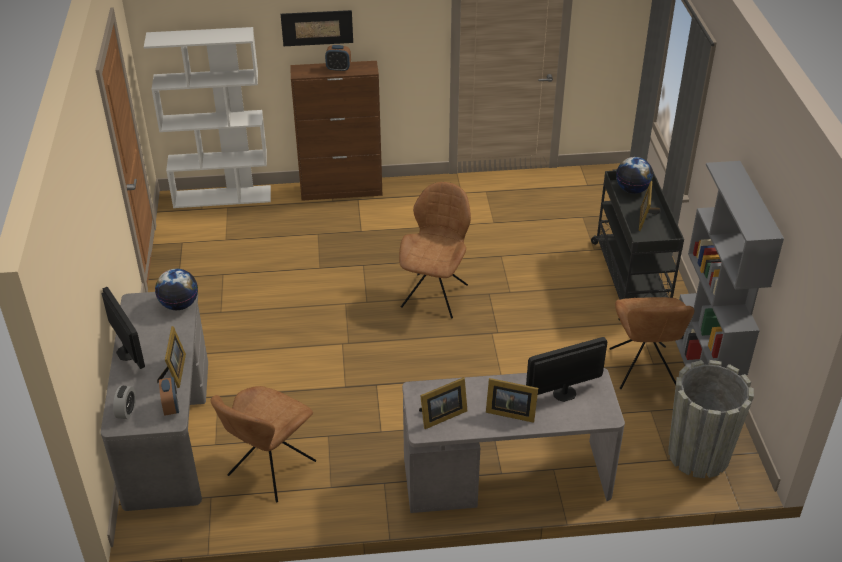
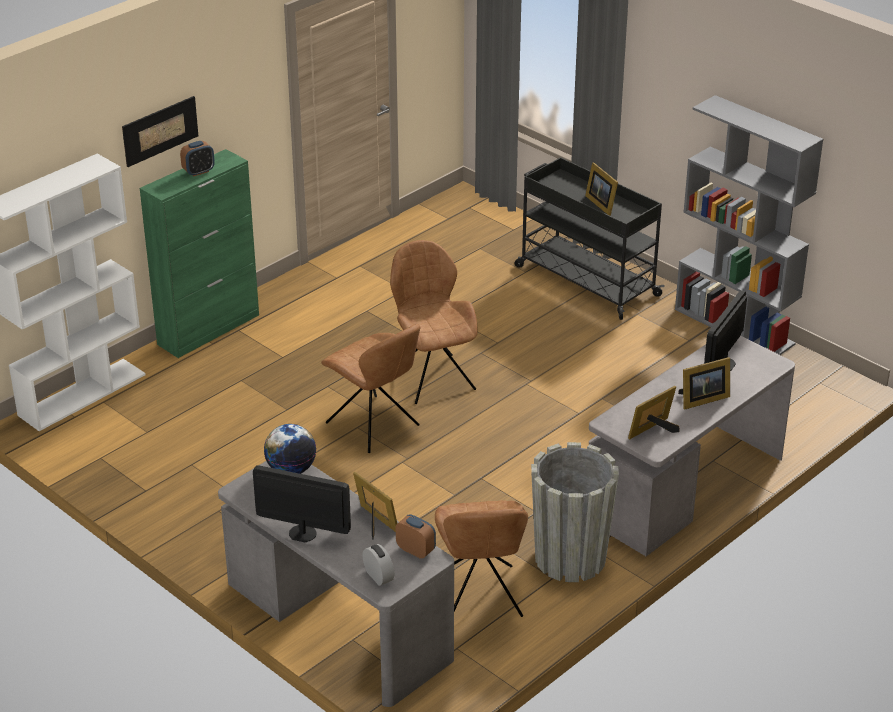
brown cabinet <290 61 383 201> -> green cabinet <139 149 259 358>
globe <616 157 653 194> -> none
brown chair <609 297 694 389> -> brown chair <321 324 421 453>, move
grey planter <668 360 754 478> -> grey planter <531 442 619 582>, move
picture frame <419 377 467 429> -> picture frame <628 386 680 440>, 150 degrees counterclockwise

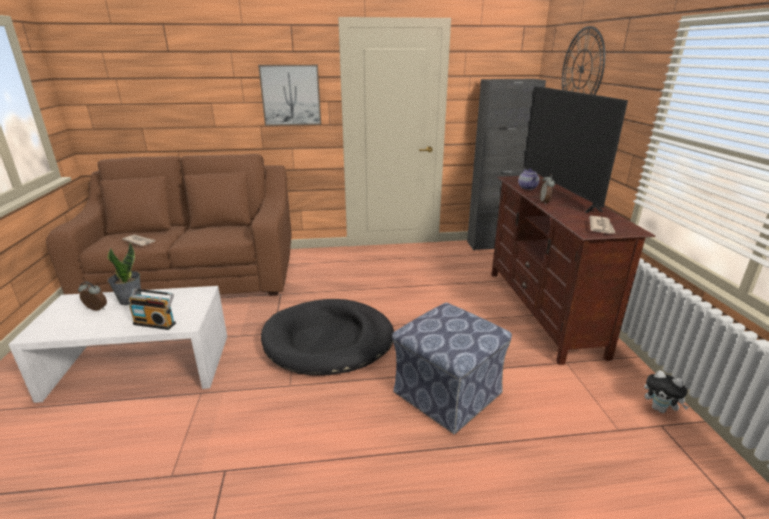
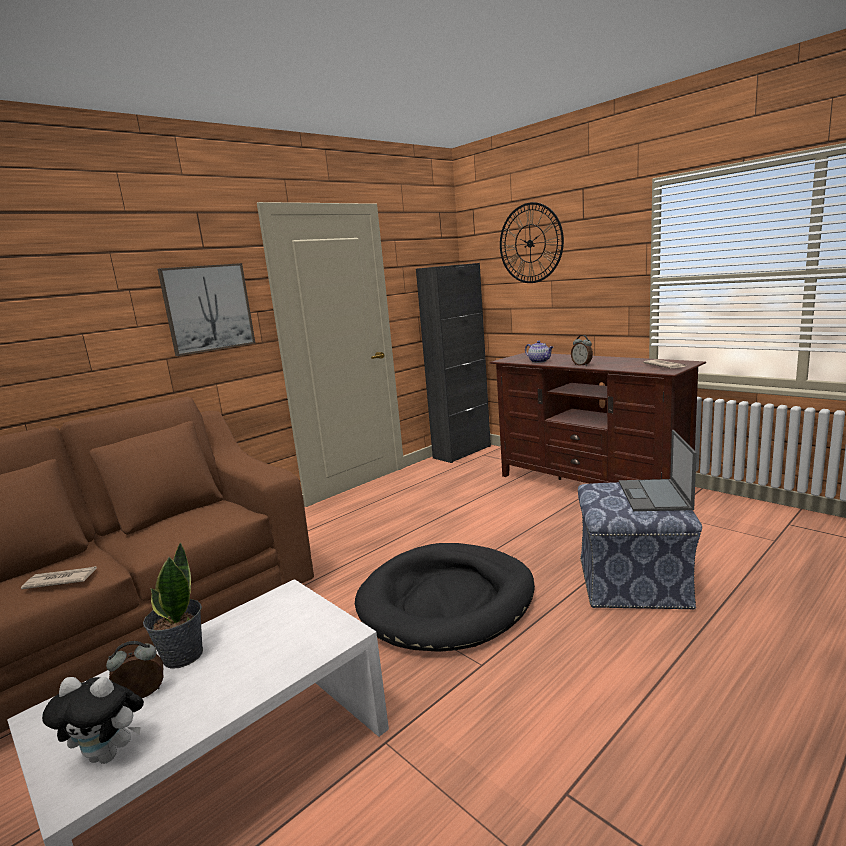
television <524 86 628 213> -> none
radio <129 288 176 330> -> none
plush toy <644 370 689 413> -> plush toy <42 677 144 764>, move
none -> laptop <619 430 697 511>

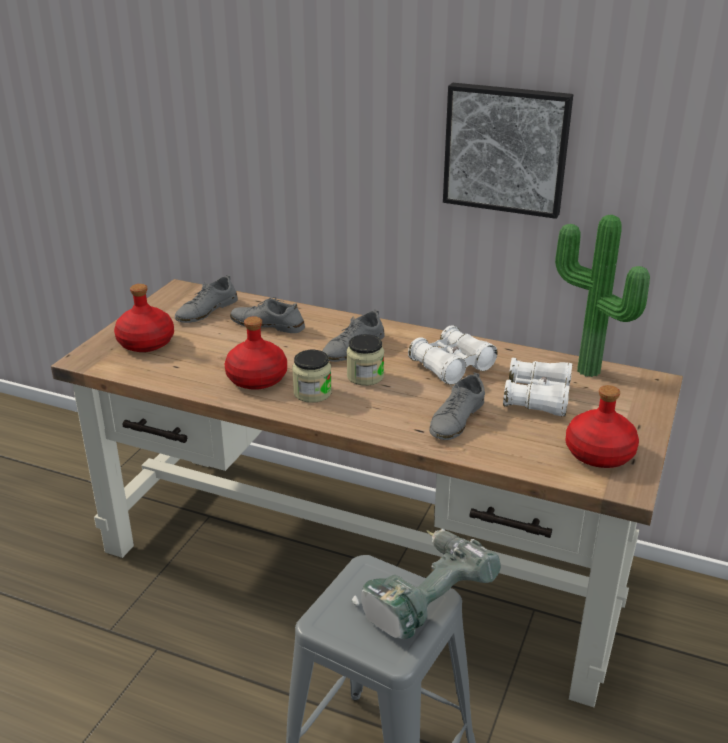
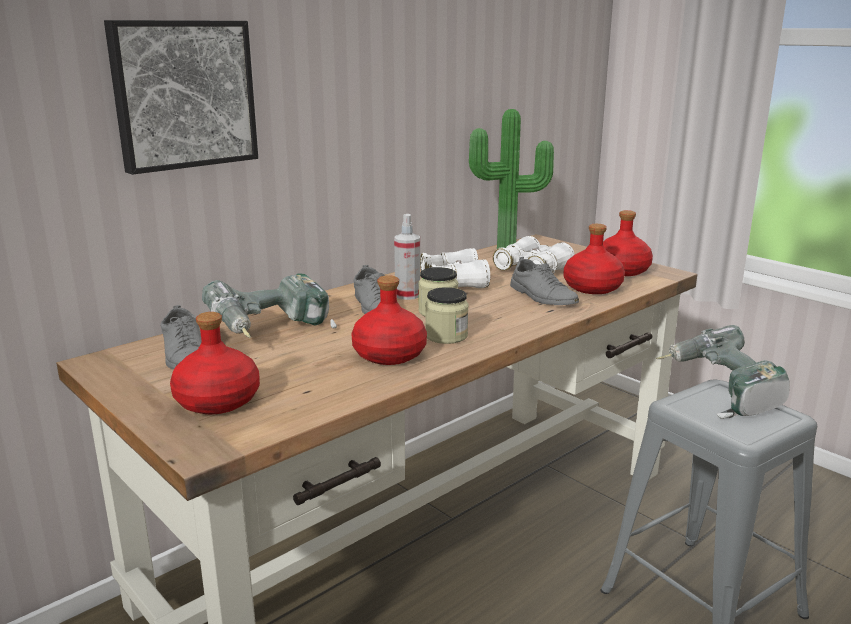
picture <443 83 573 219> -> picture <104 20 258 175>, move
grey shoe <230 297 305 333> -> power drill <202 273 337 338>
none -> spray bottle <394 214 420 300>
none -> red bottle <564 224 625 294>

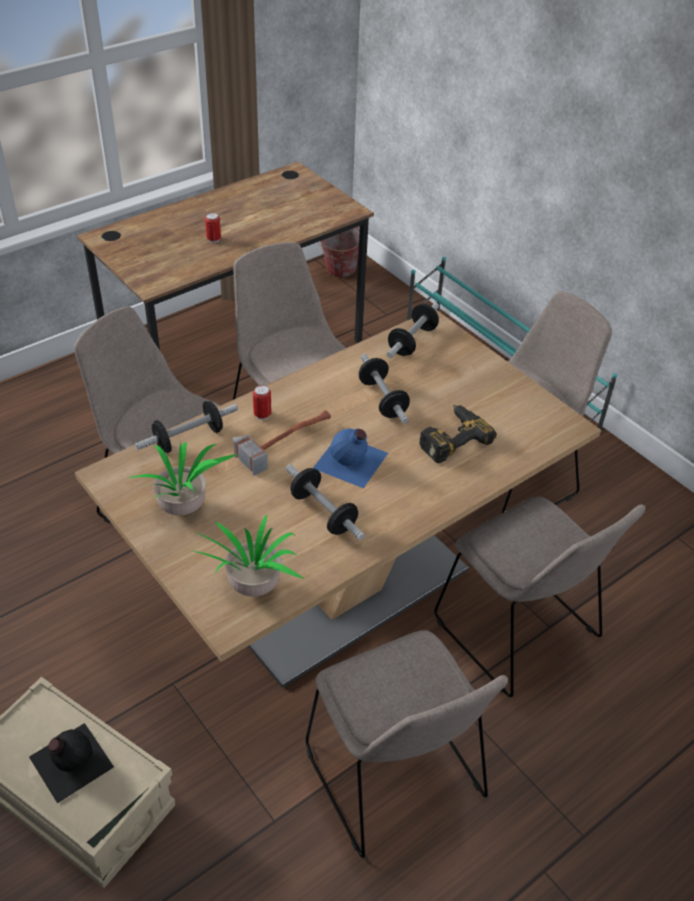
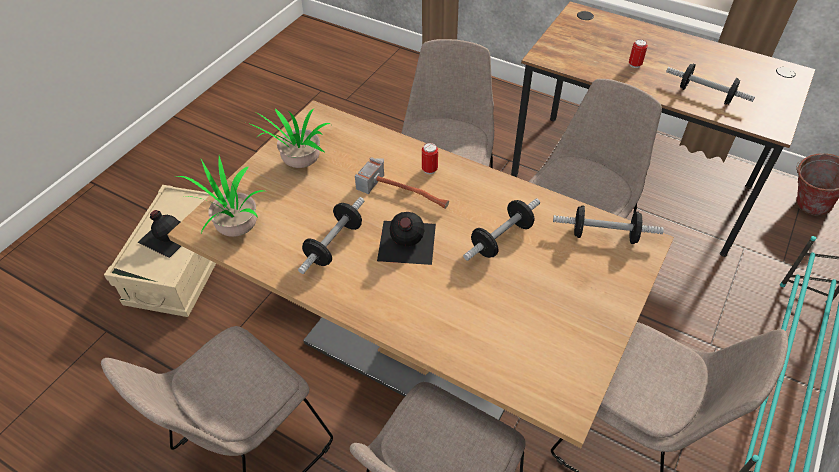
dumbbell <135 401 238 453> -> dumbbell <666 64 755 105>, move
power drill <419 405 497 463> -> none
blue bottle <313 428 388 488> -> black bottle <377 212 436 265>

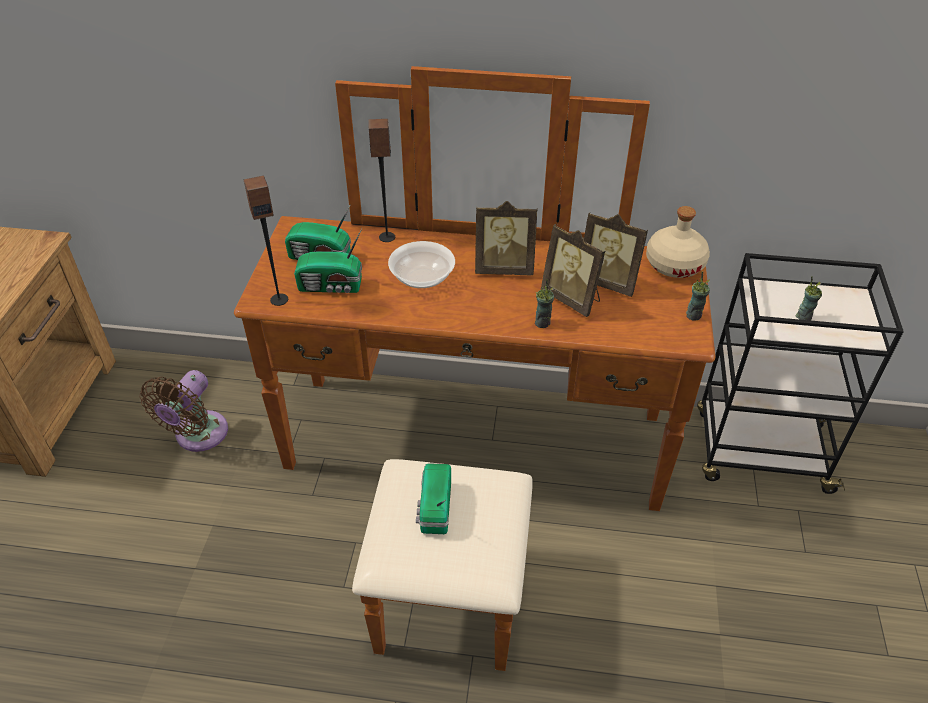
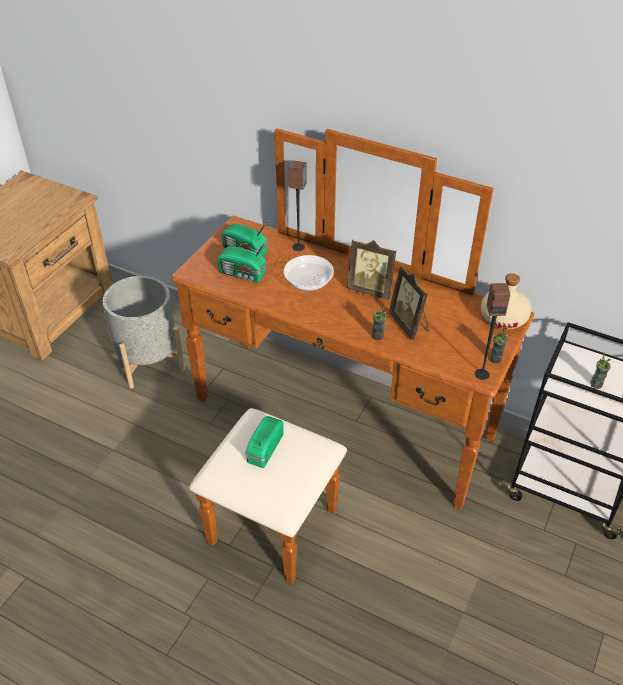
speaker <244 175 288 306> -> speaker <475 283 510 380>, move
picture frame <584 212 648 297> -> none
brown fan <140 370 228 452> -> grey planter <103 276 185 388>

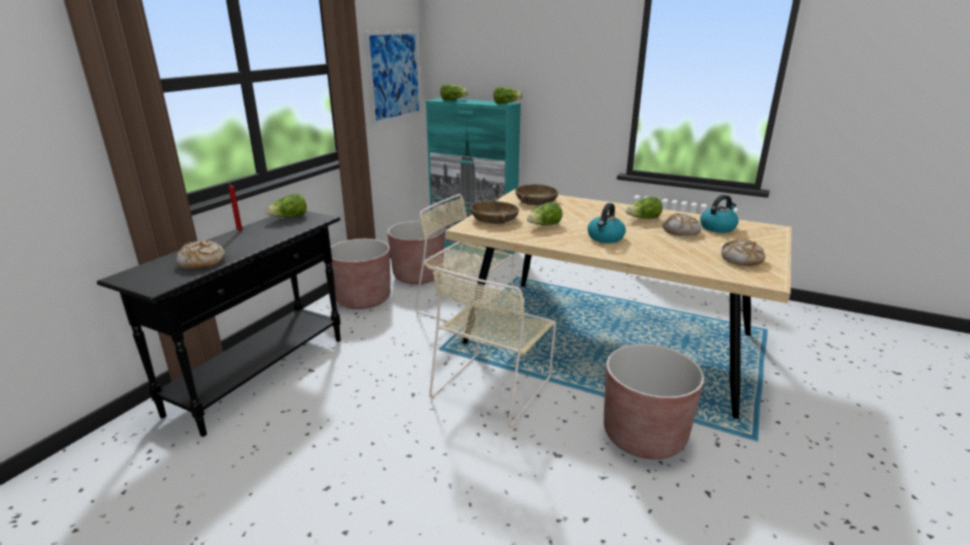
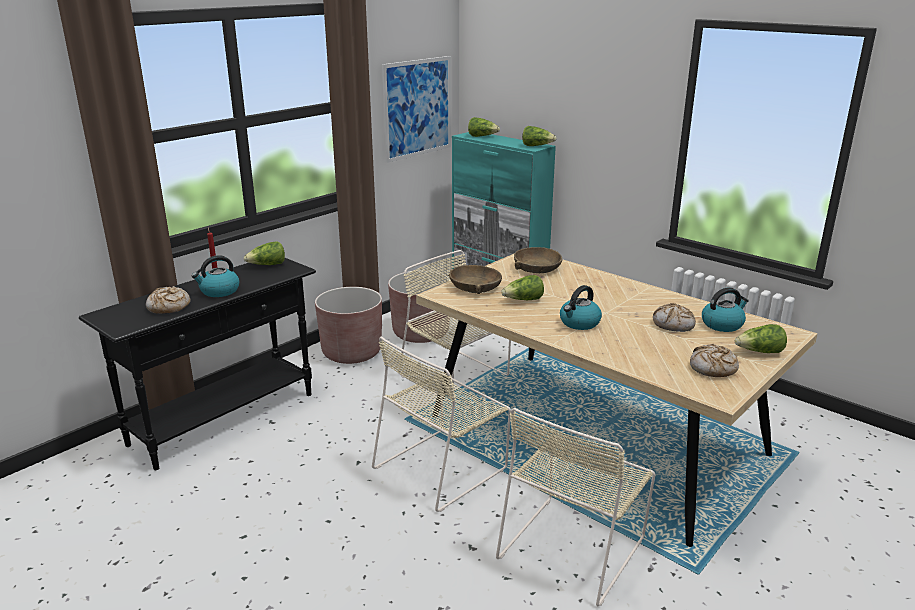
lettuce <626 197 663 219> -> lettuce <735 324 787 353>, move
brown planter <604 344 704 459> -> beige chair <496 408 656 606>
none -> kettle <191 255 240 297>

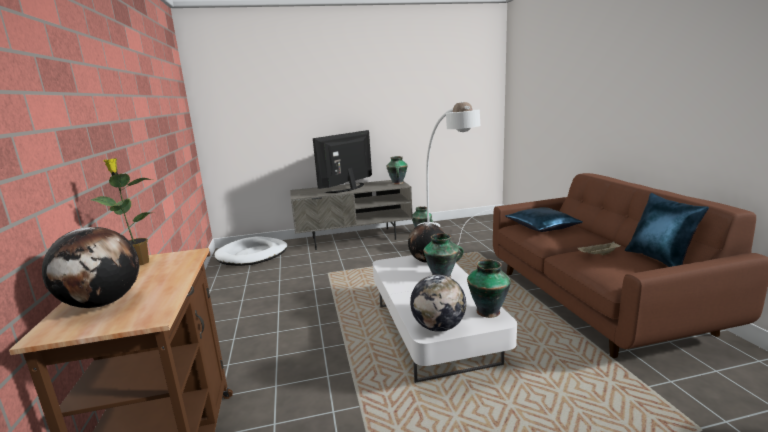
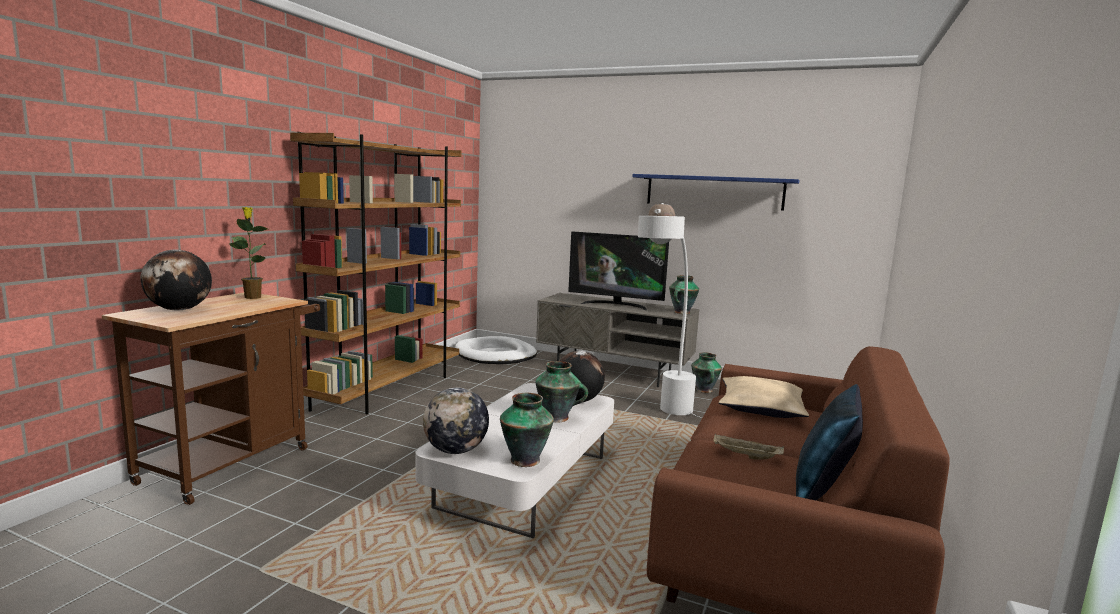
television <313 130 372 193> -> television <568 231 669 310>, 150 degrees counterclockwise
blue pillow <505 207 583 232> -> beige pillow <719 376 809 418>
none -> brown bookcase <290 132 462 415>
none -> blue shelf <632 174 800 211>

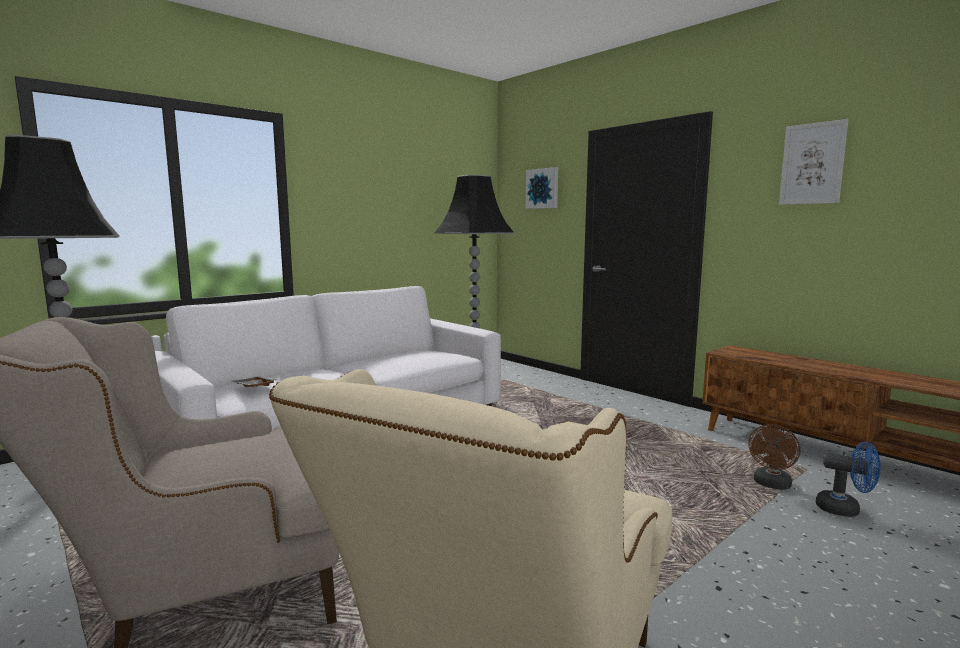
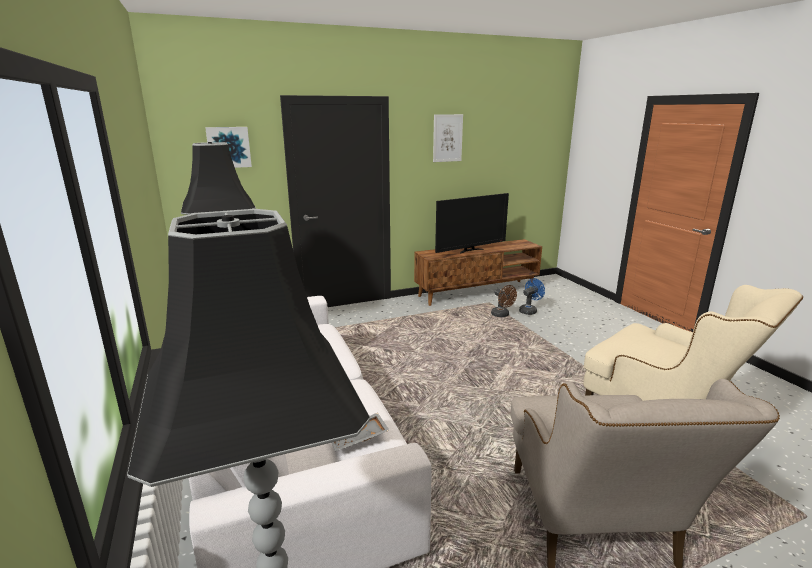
none -> television <435 193 509 254>

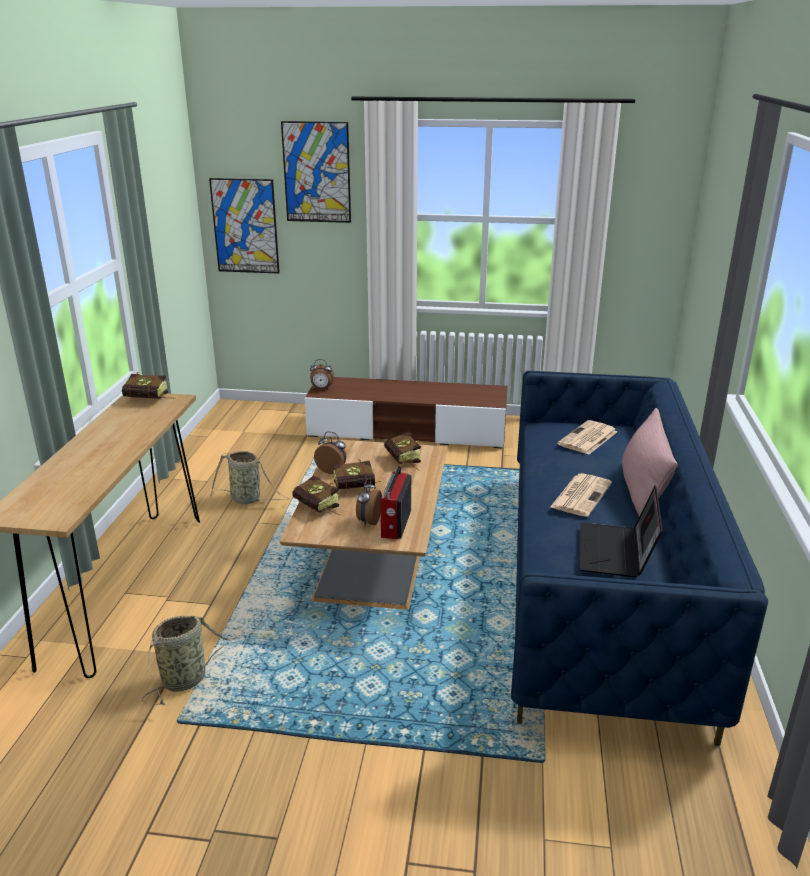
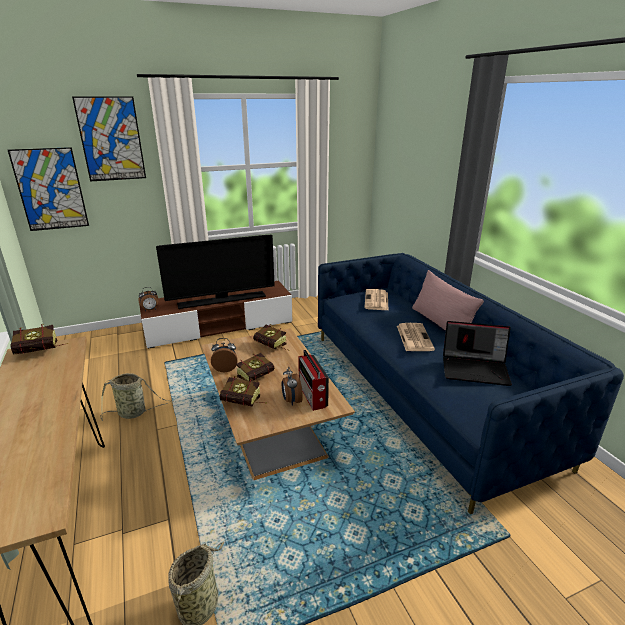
laptop <579 486 663 577> -> laptop <443 321 512 386>, 60 degrees counterclockwise
none -> television <156 235 275 309>

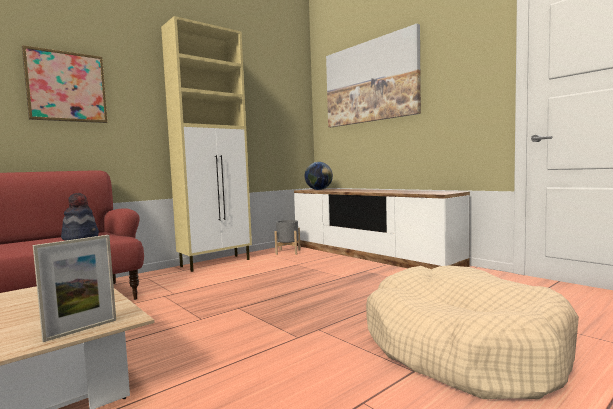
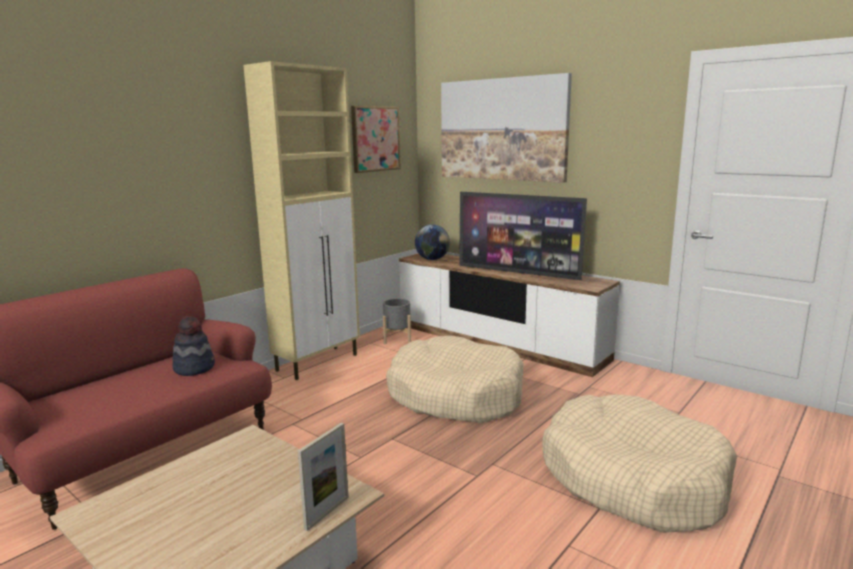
picture <22 45 108 123> -> picture <351 106 401 173>, move
none -> television <459 192 587 280>
none -> beige dog bed <386 336 524 423>

